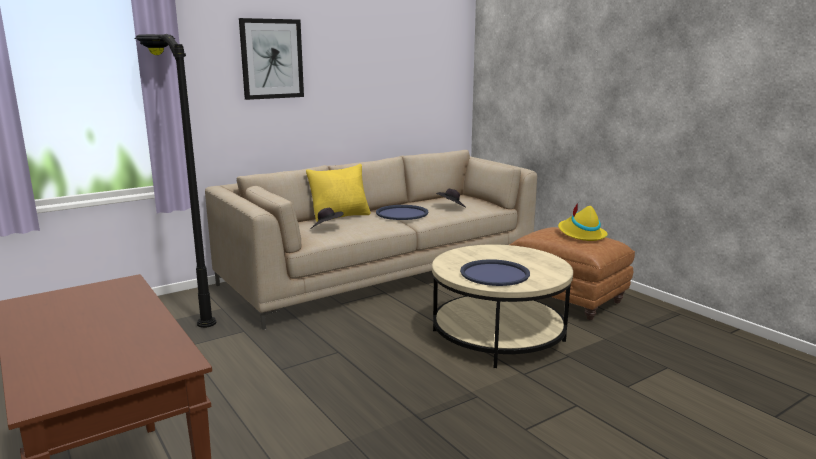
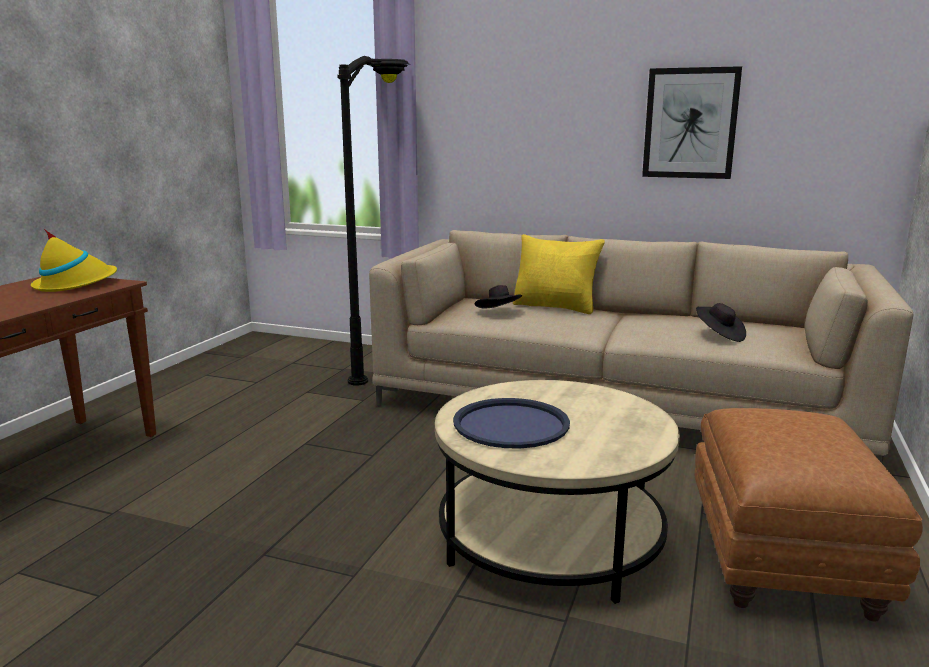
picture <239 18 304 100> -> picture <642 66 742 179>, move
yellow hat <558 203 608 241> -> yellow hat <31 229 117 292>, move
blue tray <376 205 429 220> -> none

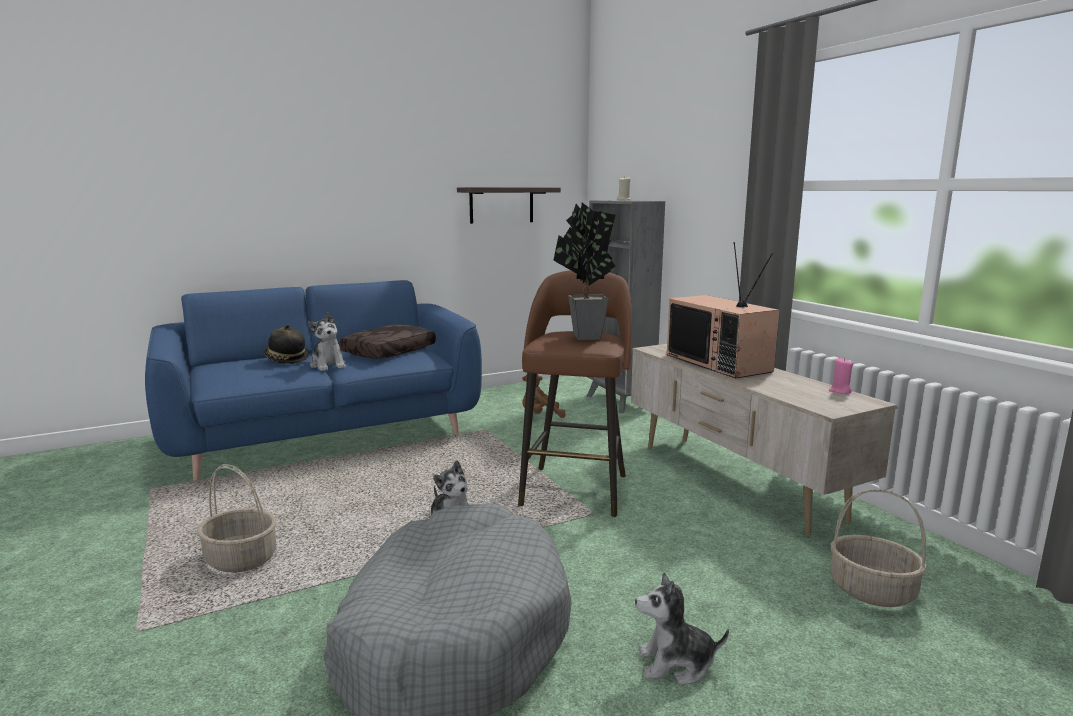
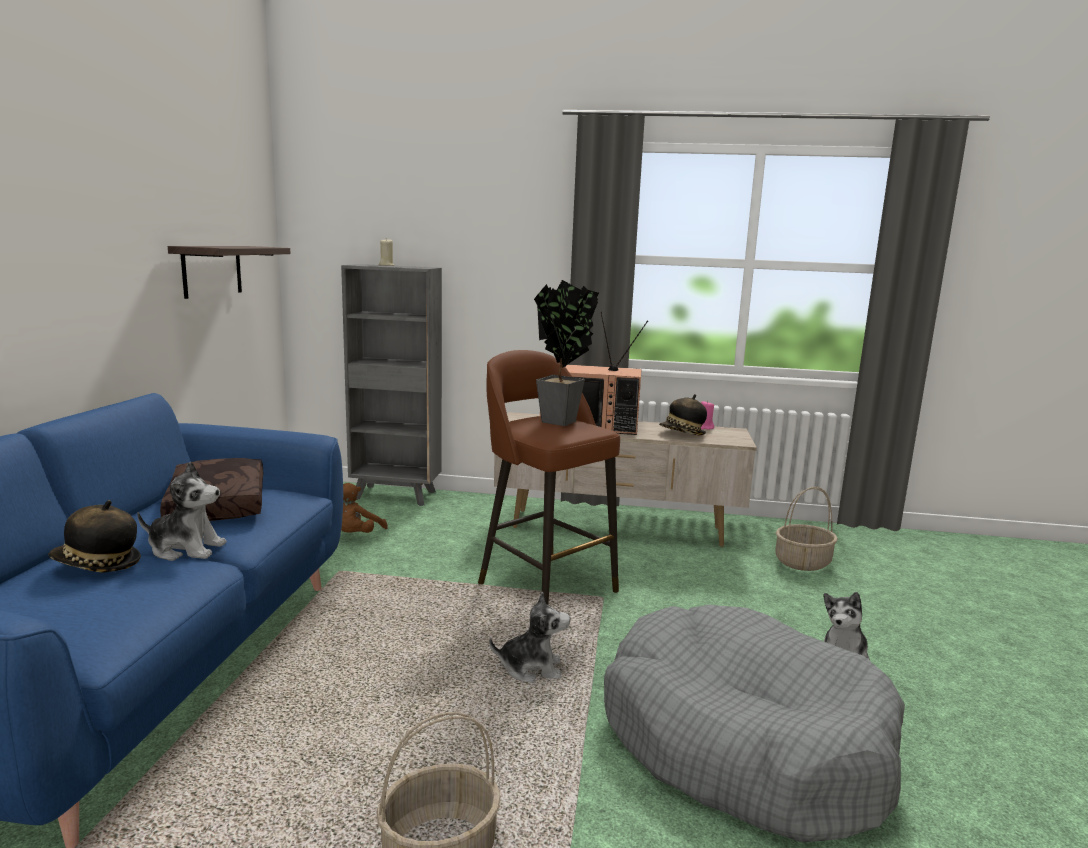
none -> hat <659 394 707 435>

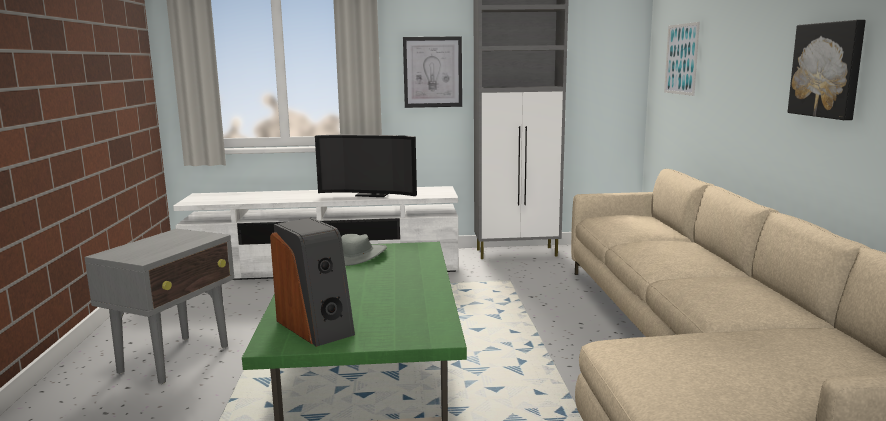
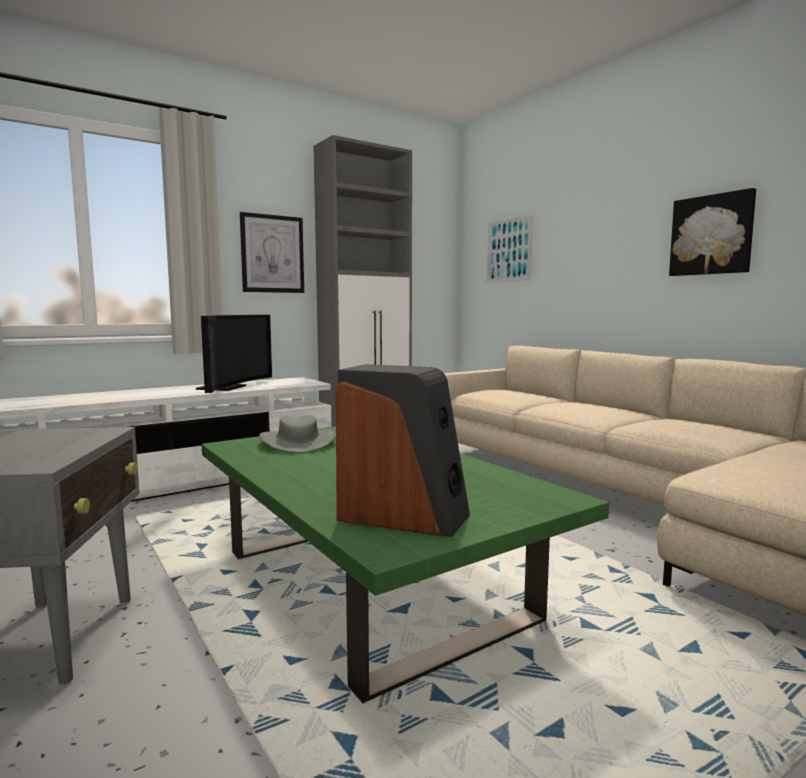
television <315 135 417 197> -> television <196 315 272 393>, 60 degrees counterclockwise

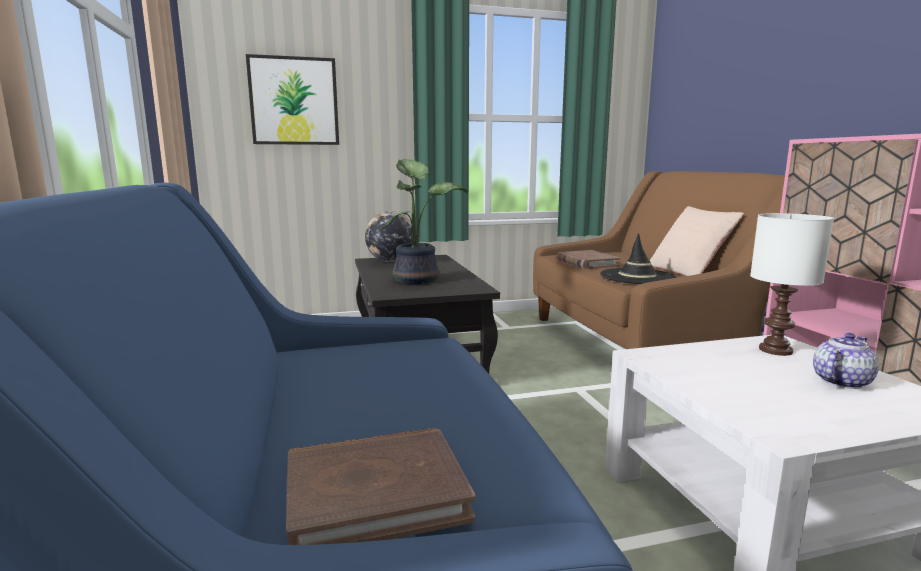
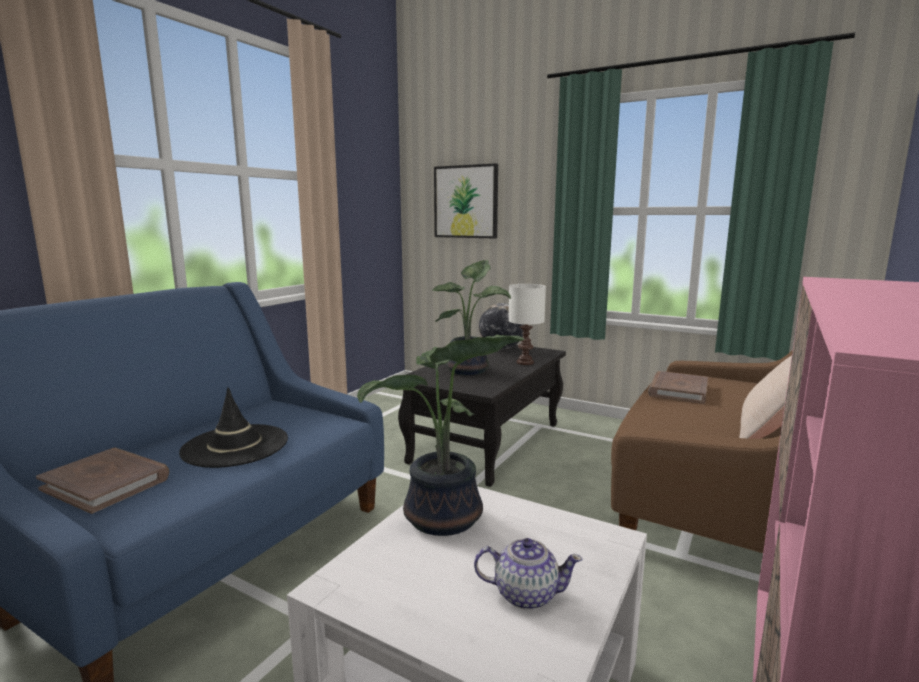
white table lamp <750 213 834 356> -> white table lamp <508 284 546 365>, move
black hat <600 233 676 284> -> black hat <179 387 288 468>, move
none -> potted plant <357 334 524 536>

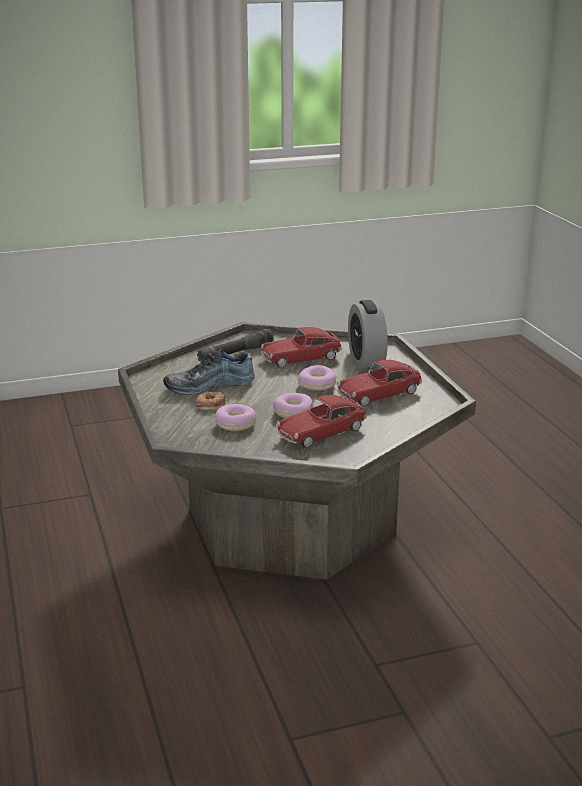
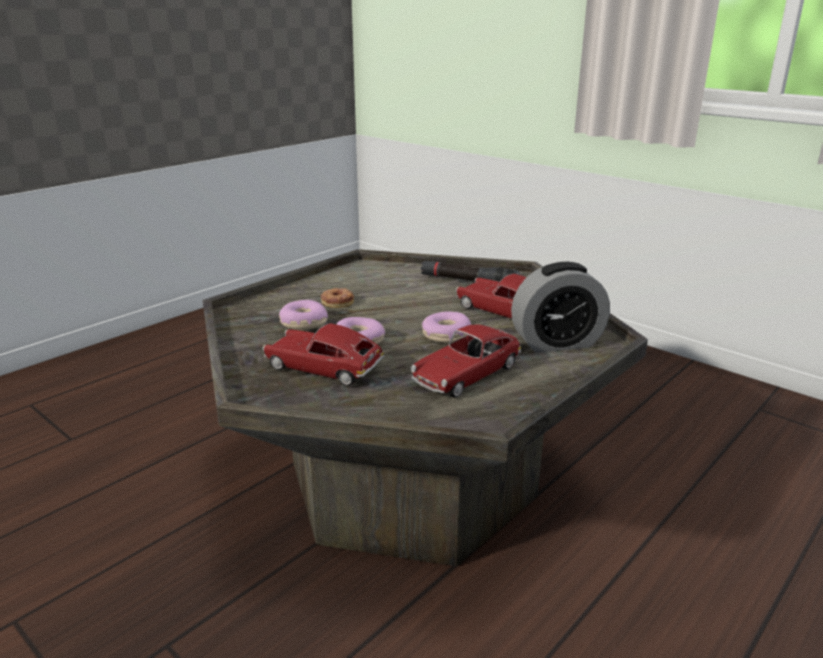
alarm clock <348 300 388 368> -> alarm clock <511 262 610 353>, 150 degrees counterclockwise
shoe <163 349 255 395> -> none
toy car <337 360 422 406> -> toy car <411 324 521 398>, 75 degrees counterclockwise

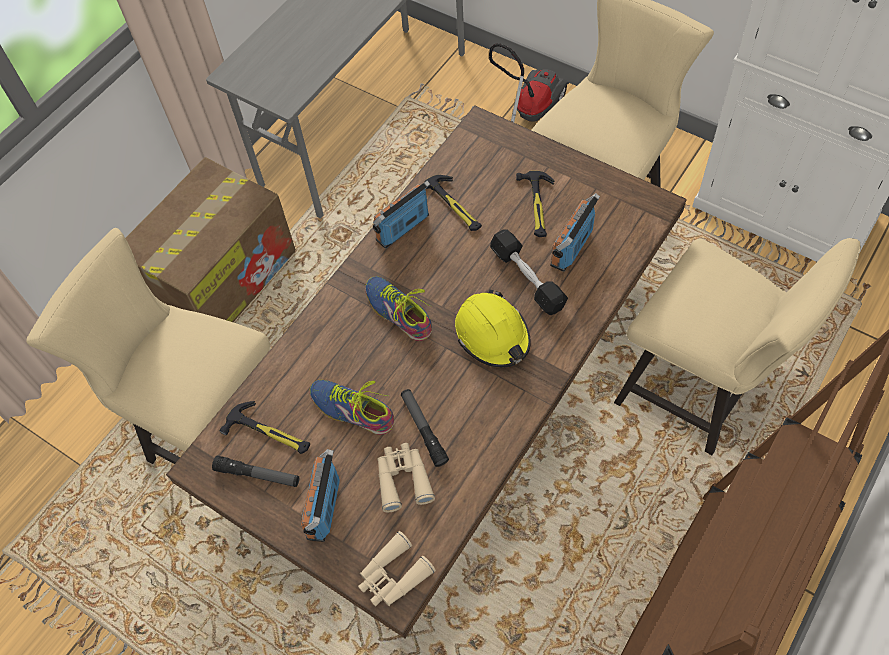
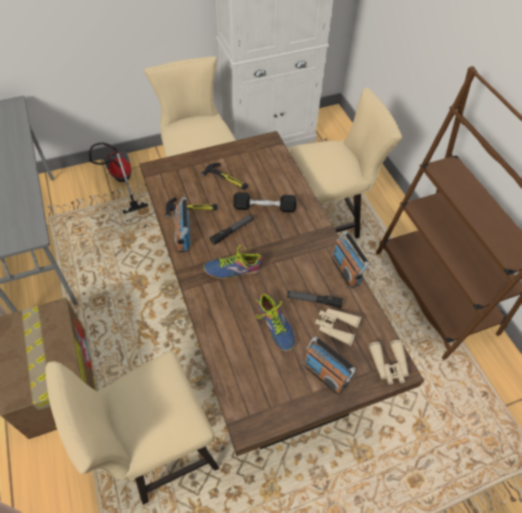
radio <550 193 600 272> -> radio <331 231 370 288>, move
yellow hard hat <455 290 531 368> -> none
shoe <310 380 394 435> -> shoe <256 293 295 352>, 90 degrees counterclockwise
hammer <219 401 310 454> -> none
flashlight <212 456 299 487> -> flashlight <210 214 254 245>, move

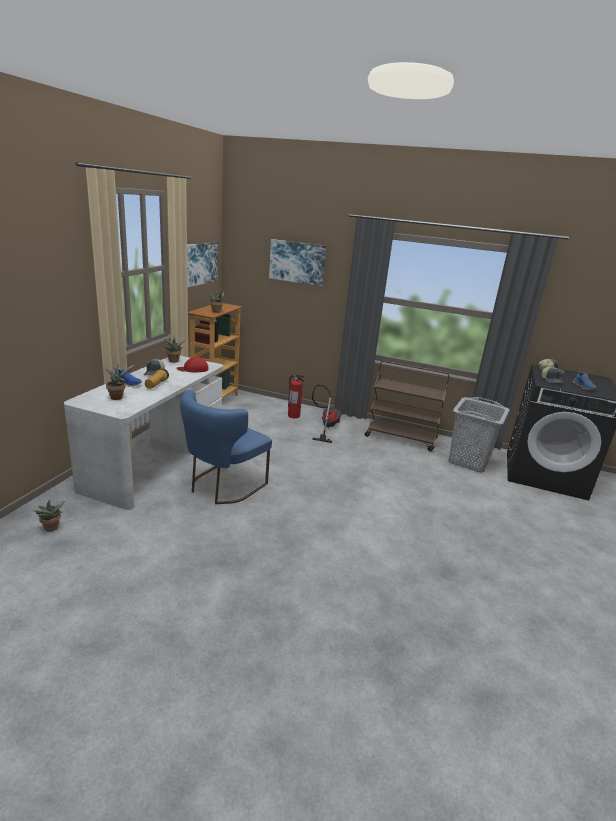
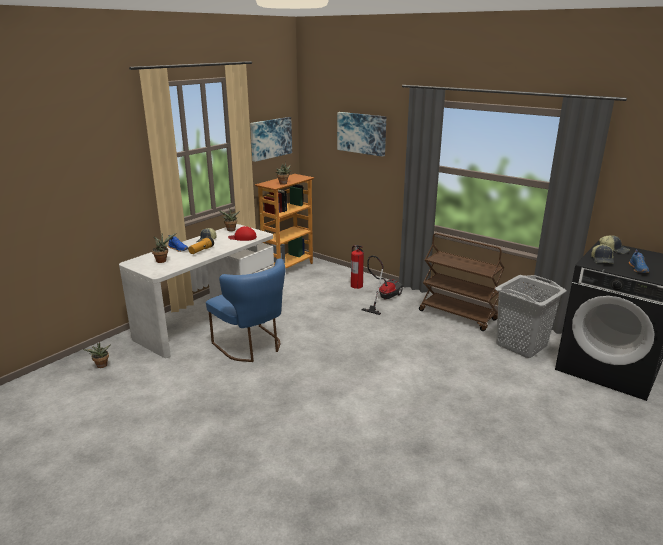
blue chair <180 389 272 504> -> blue chair <206 259 285 362>, 90 degrees counterclockwise

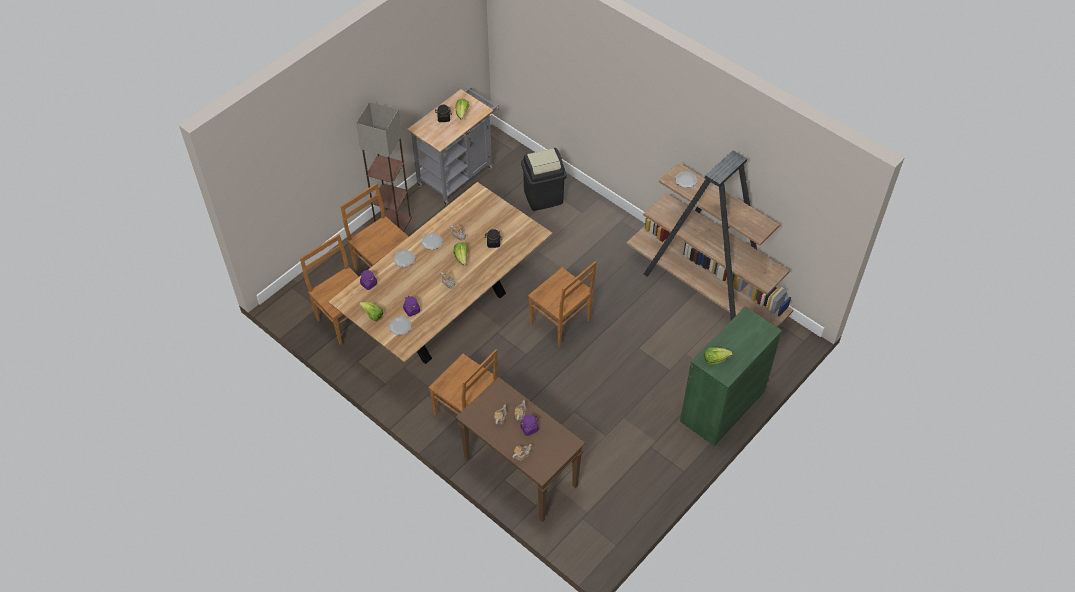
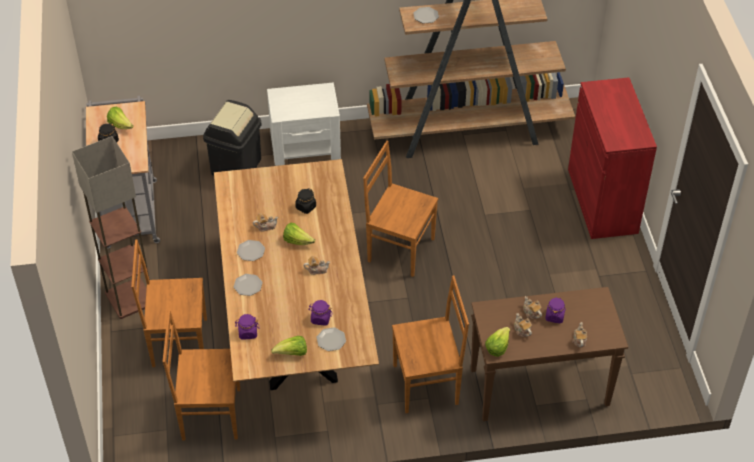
brown chair <528 261 596 347> -> brown chair <363 141 438 277>, 150 degrees counterclockwise
green cabinet <680 306 782 446> -> red cabinet <568 77 657 239>
lettuce <704 347 733 365> -> lettuce <485 327 510 357>, move
none -> white nightstand <267 82 341 166>

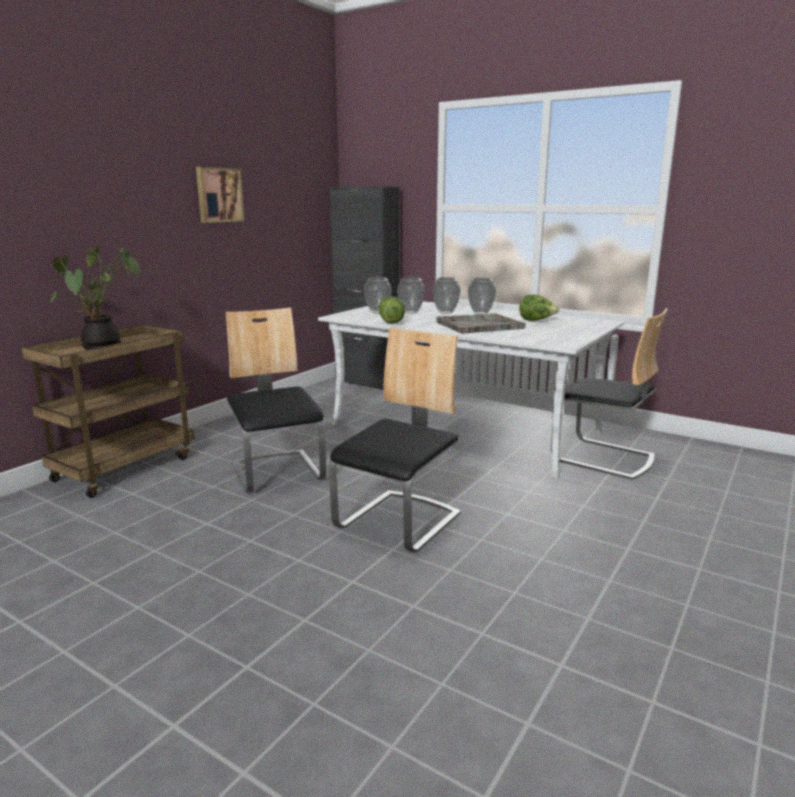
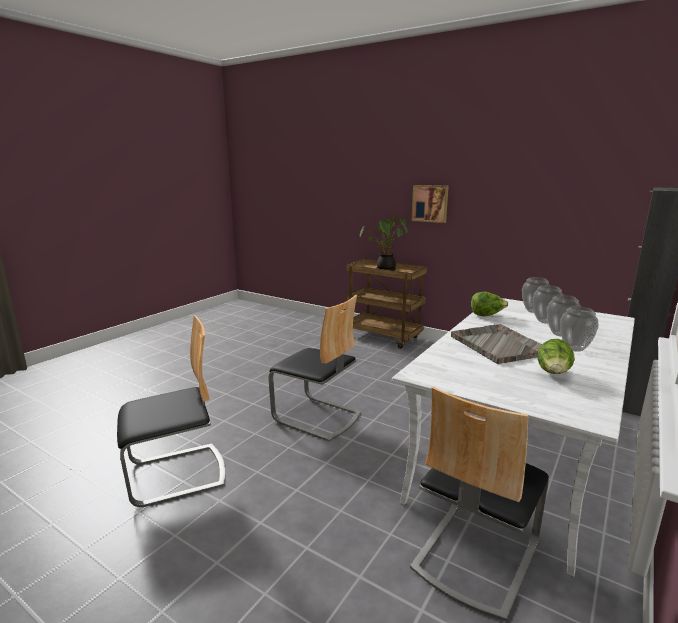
picture <196 167 244 223> -> picture <412 185 449 223>, move
chair <226 307 326 493> -> chair <117 315 226 507>, move

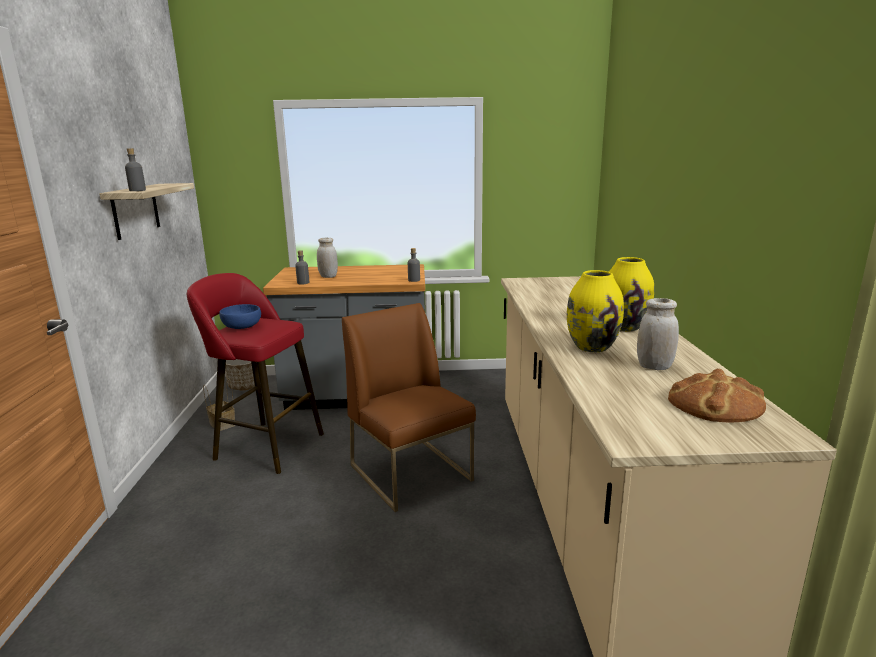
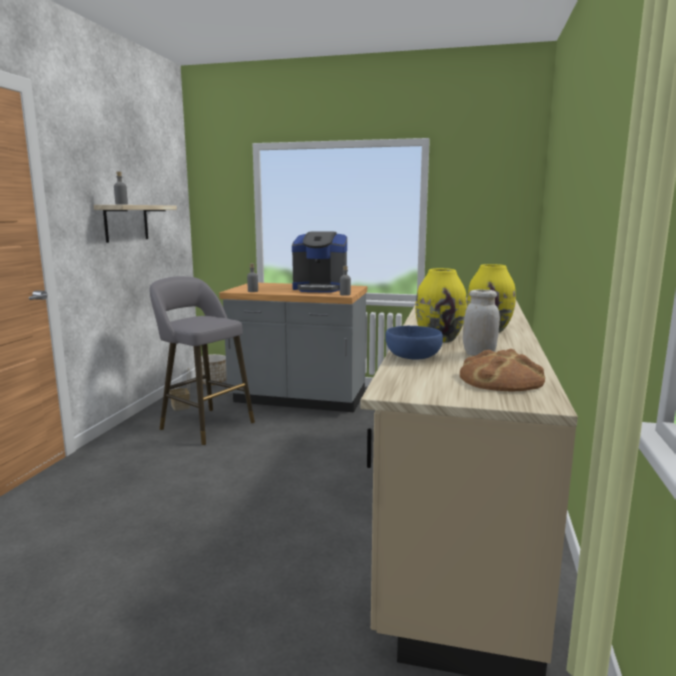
white jar <317 237 338 278> -> none
red stool <187 273 324 474> -> grey stool <150 276 255 445>
brown chair <342 303 476 512> -> none
blue bowl <219 304 261 329> -> blue bowl <385 326 443 360>, move
none -> coffee machine <292 231 347 293>

